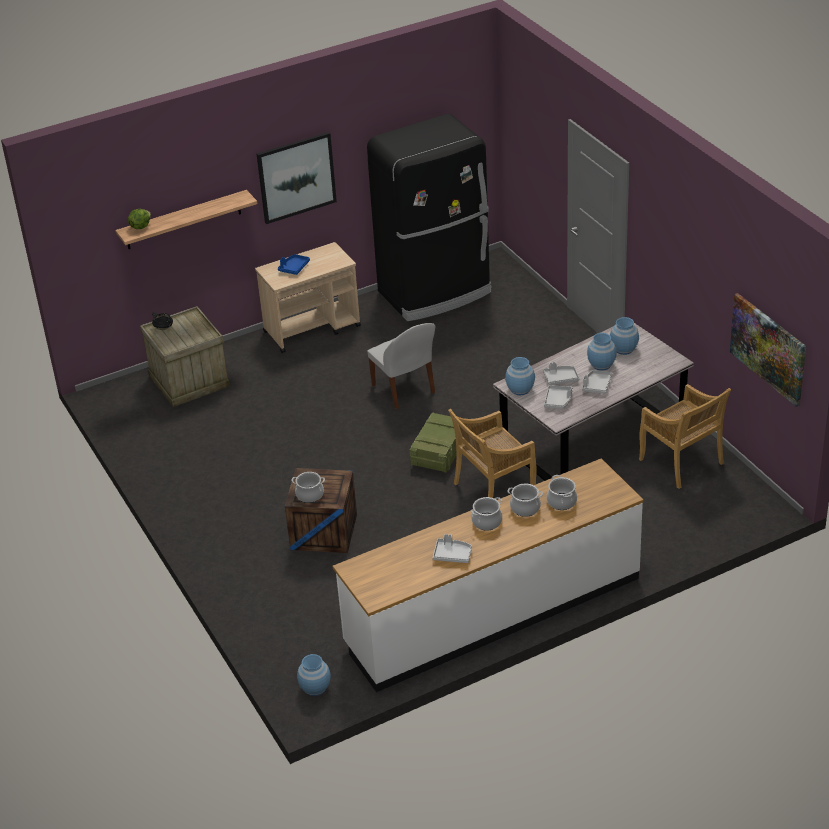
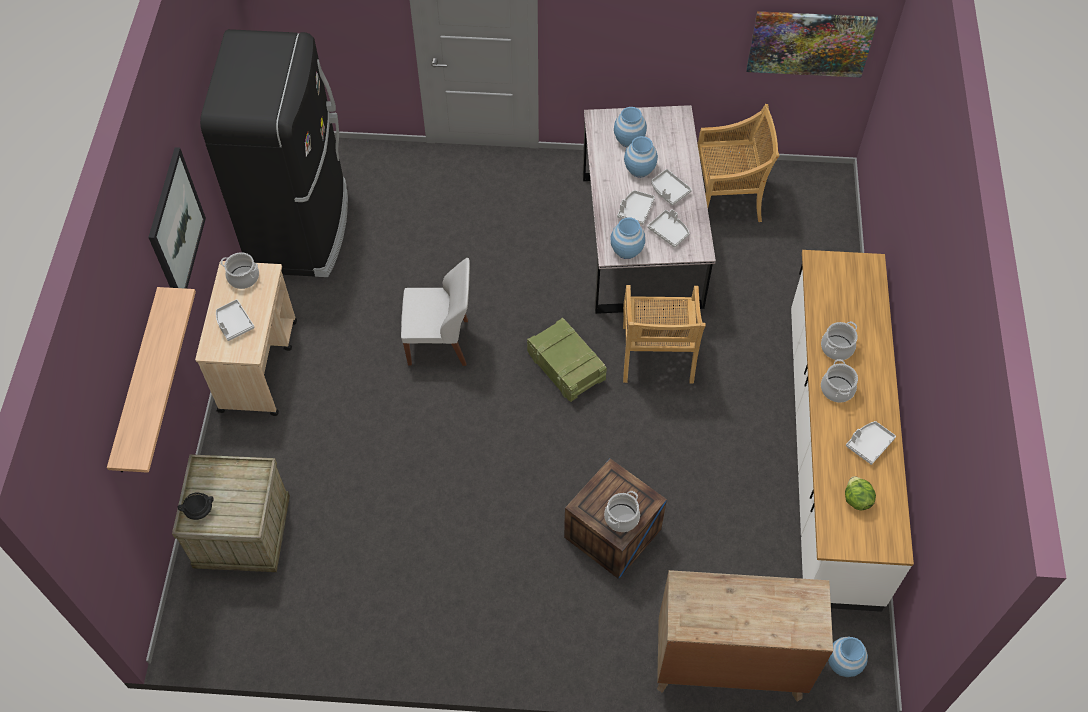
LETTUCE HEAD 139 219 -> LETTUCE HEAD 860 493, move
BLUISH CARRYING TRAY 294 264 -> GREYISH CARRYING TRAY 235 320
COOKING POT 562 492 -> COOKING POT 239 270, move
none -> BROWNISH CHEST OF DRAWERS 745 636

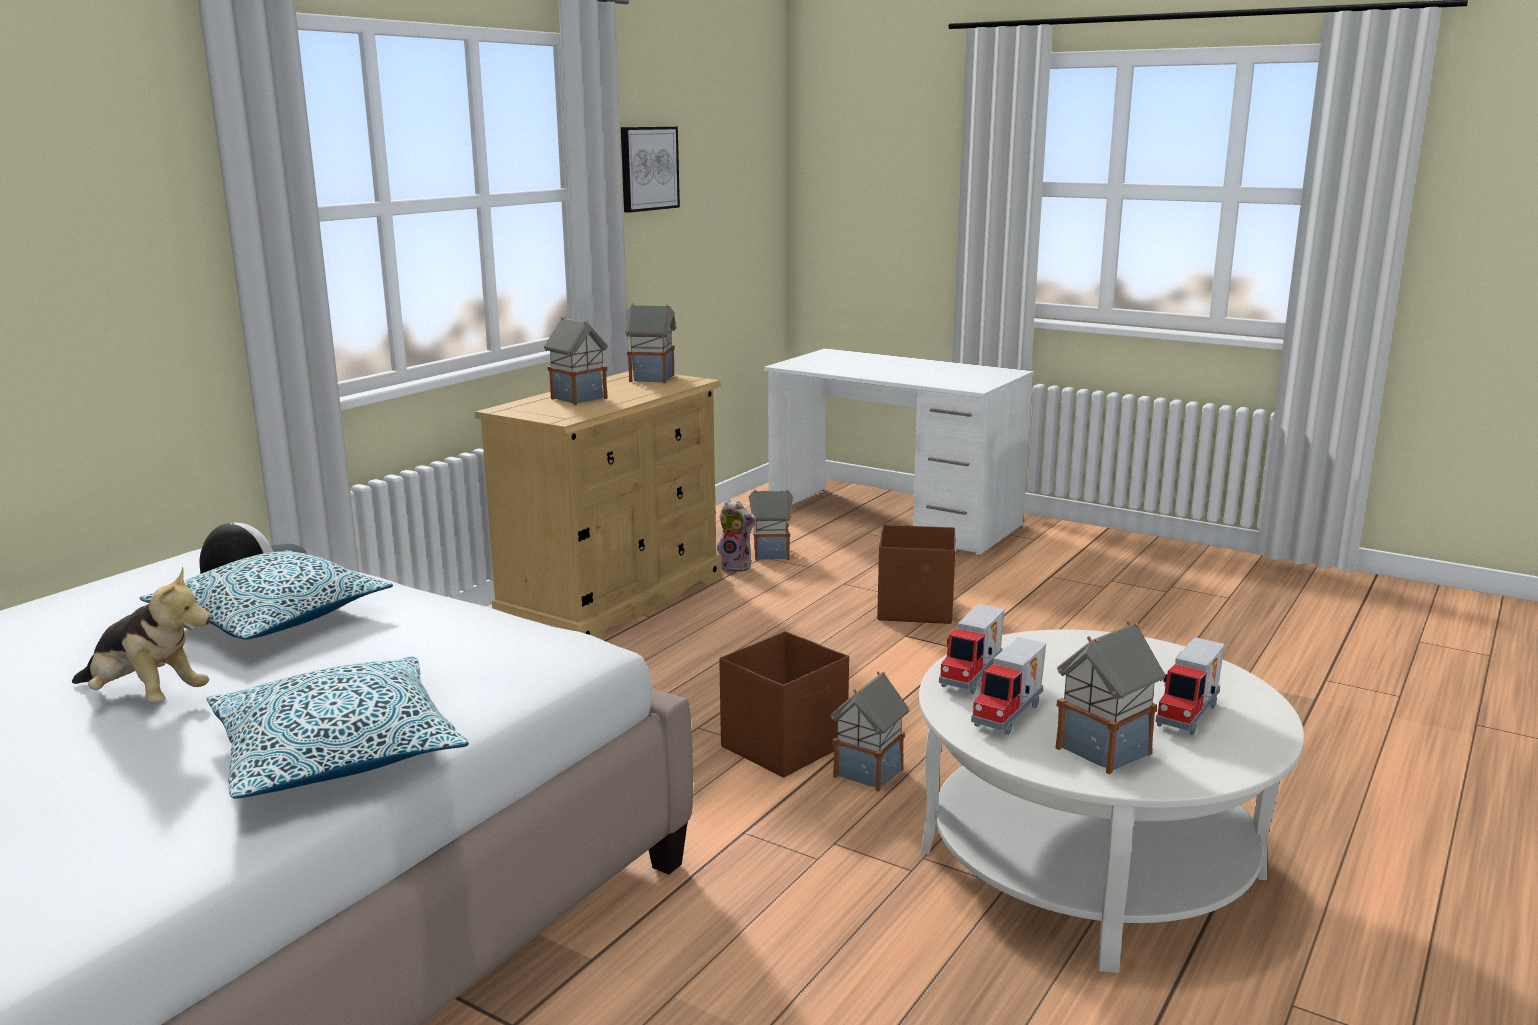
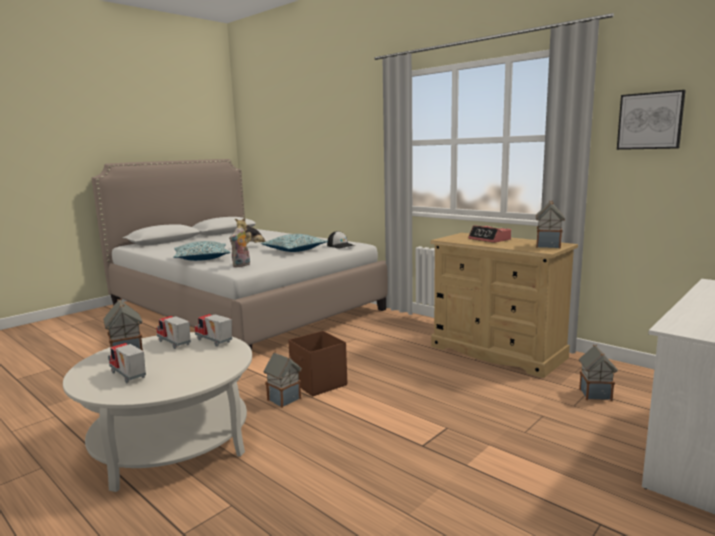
TOY HOUSE 576 361 -> ALARM CLOCK 489 234
SOFT TOY 736 535 -> SOFT TOY 239 247, move
BROWNISH STORAGE CONTAINER 916 574 -> none

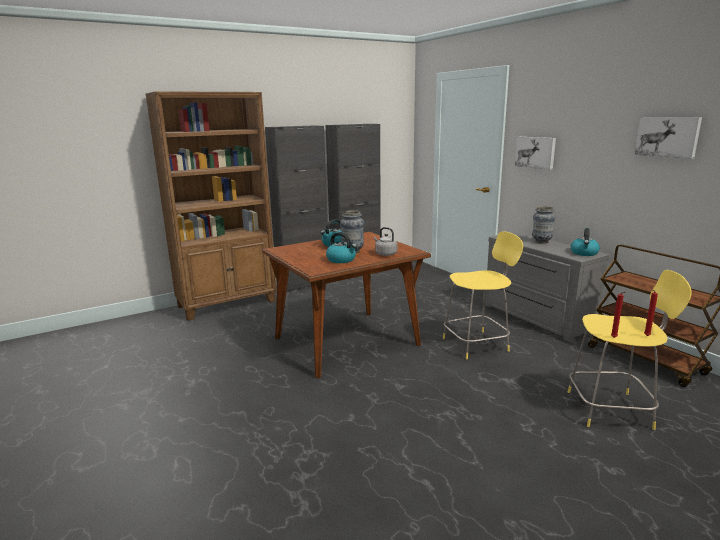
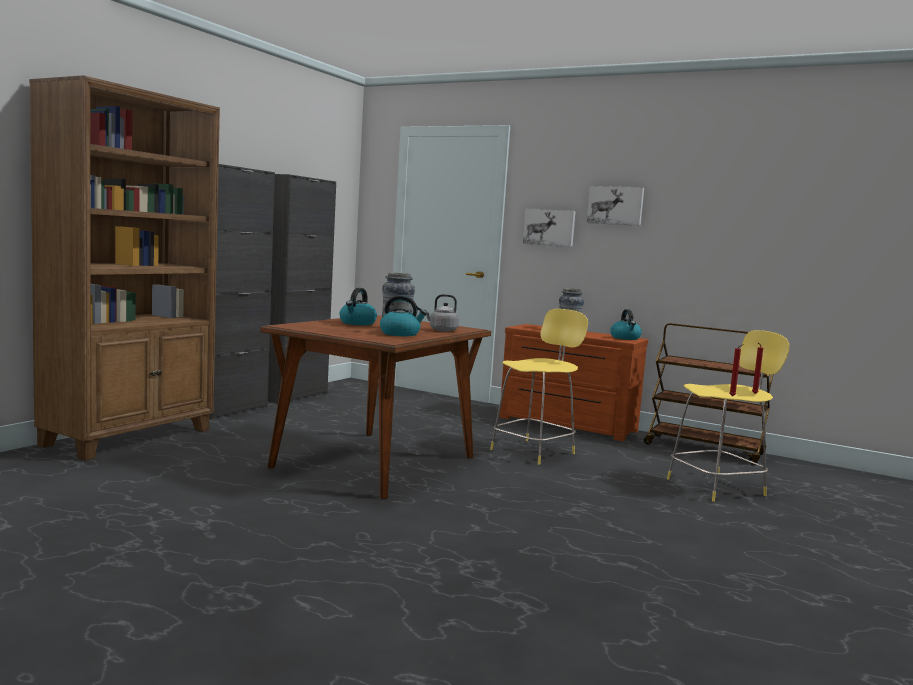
WALL ART 668 138 -> WALL ART 615 206, move
GREYISH CHEST OF DRAWERS 547 287 -> BROWNISH CHEST OF DRAWERS 573 382

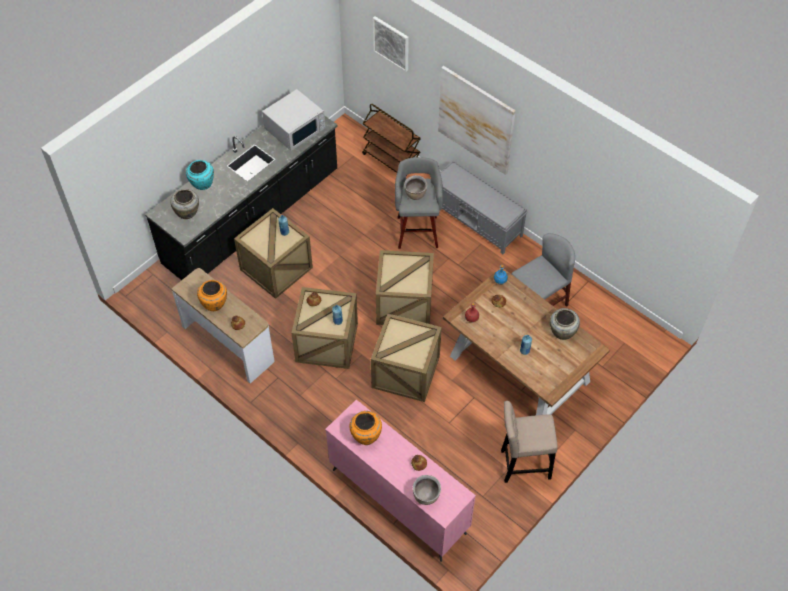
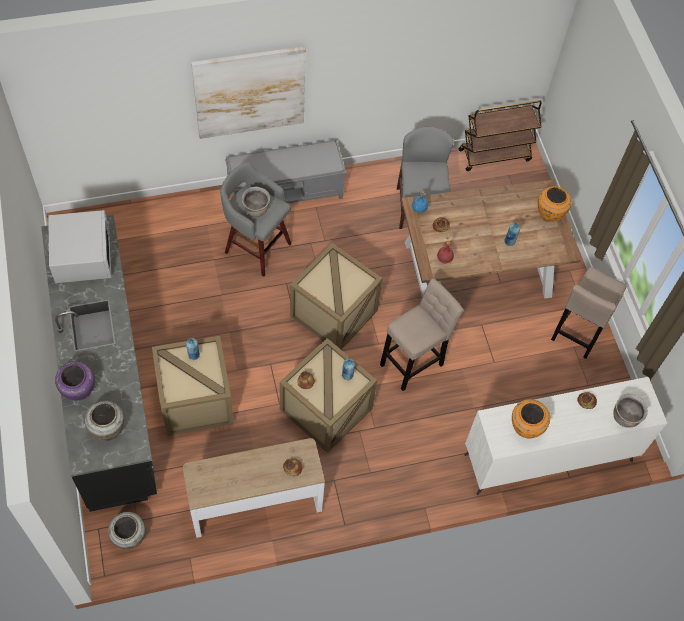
WALL ART 391 44 -> none
BROWNISH CART 391 138 -> BROWNISH CART 500 135, move
BLUE-GREEN VASE 200 175 -> PURPLE VASE 75 381
ORANGEY VASE 212 295 -> ORANGEY VASE 555 204, move
BEIGE VASE 565 324 -> BEIGE VASE 127 530, move
SHIPPING CRATE 406 358 -> BEIGE STOOL SEAT 422 334
PINK-COLOURED CHEST OF DRAWERS 400 481 -> WHITE-COLOURED CHEST OF DRAWERS 566 436

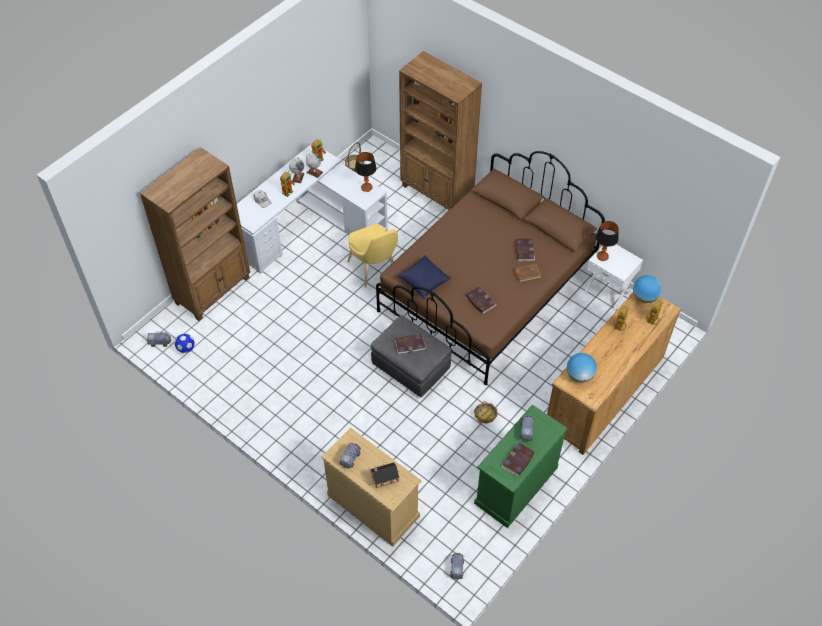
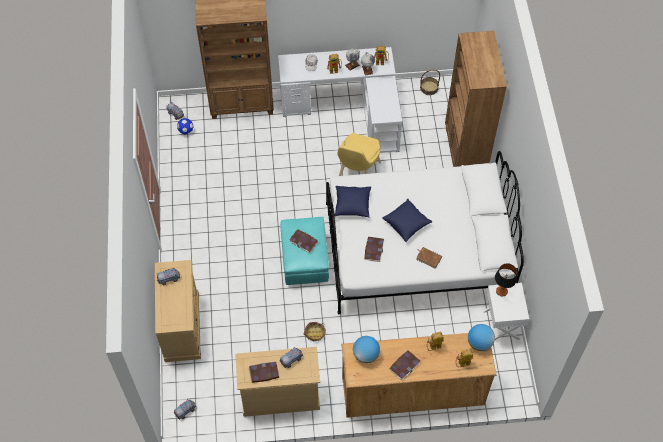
BROWNISH SLEEPING BED 490 268 -> WHITE-COLOURED SLEEPING BED 425 232
TABLE LAMP 366 172 -> none
BOUND BOOK 525 249 -> BOUND BOOK 405 365, move
GREYISH FOOTREST 411 356 -> BLUE-GREEN FOOTREST 304 251
GREEN CHEST OF DRAWERS 521 466 -> BEIGE CHEST OF DRAWERS 277 382
TOY HOUSE 384 475 -> none
none -> BLUISH PILLOW 407 220

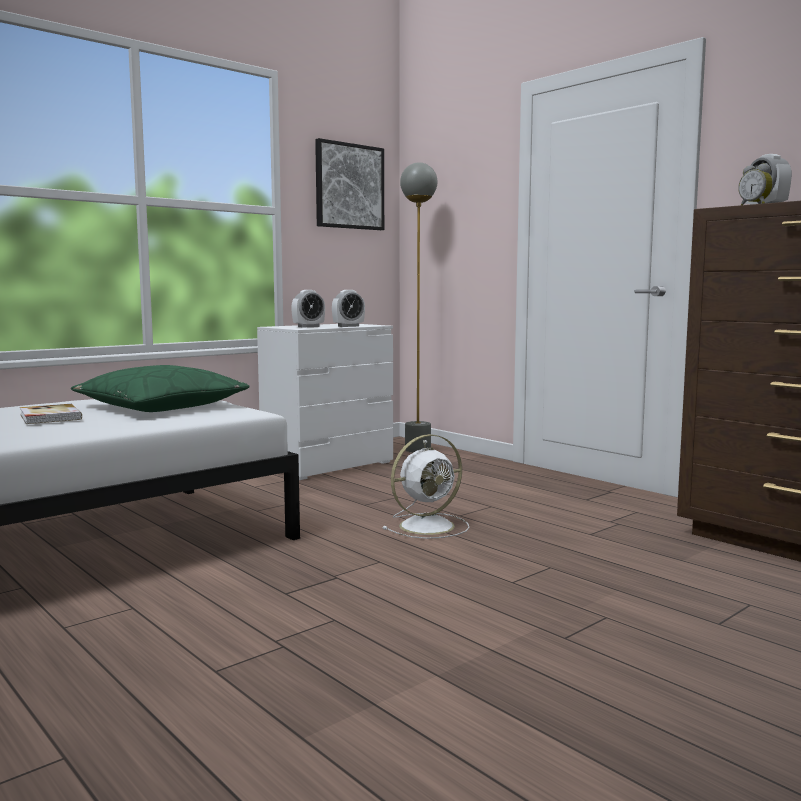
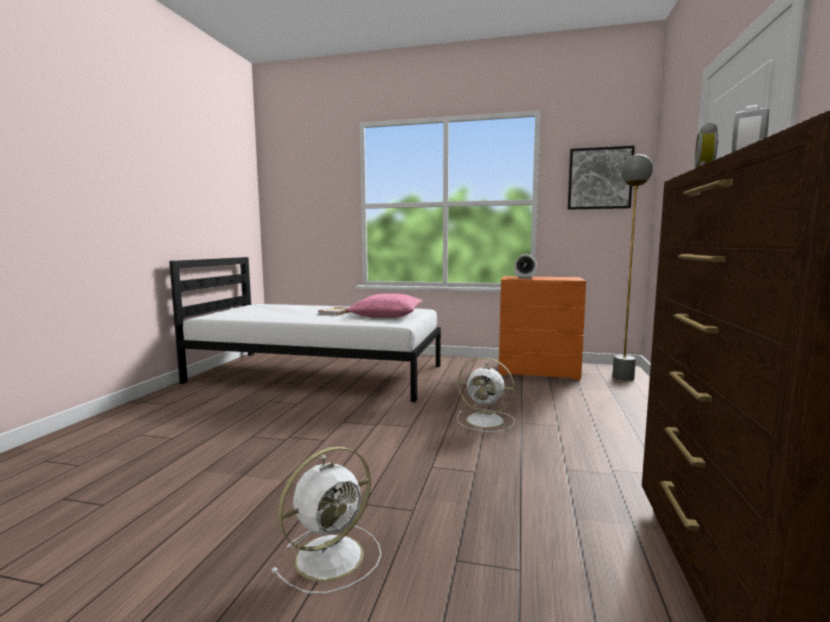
ALARM CLOCK 348 308 -> none
WHITE-COLOURED CHEST OF DRAWERS 325 402 -> ORANGEY CHEST OF DRAWERS 542 328
GREEN PILLOW 160 388 -> PINK-COLOURED PILLOW 384 305
none -> WHITE-COLOURED ELECTRIC FAN 326 520

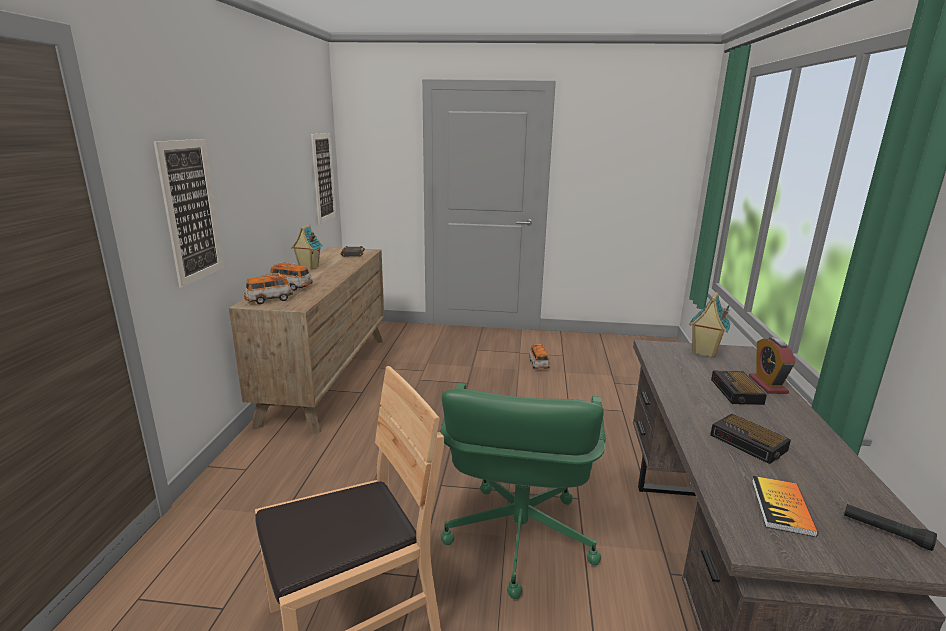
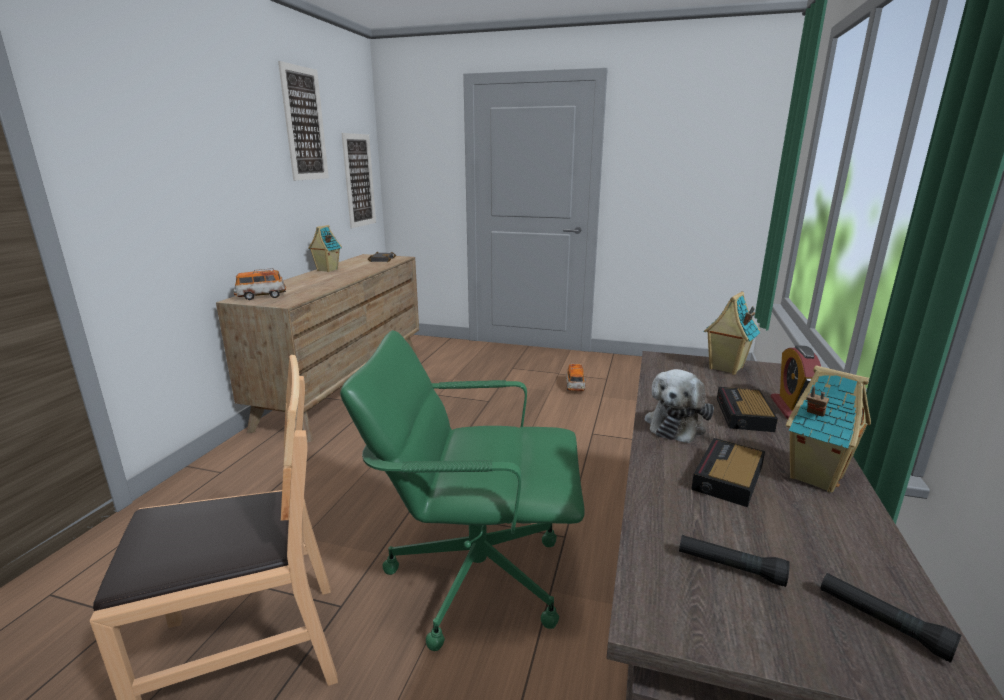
WALL ART 189 213 -> WALL ART 303 121, move
MODEL CAR 291 276 -> none
GREEN OFFICE CHAIR 523 491 -> GREEN OFFICE CHAIR 462 490, 75 degrees clockwise
ALARM CLOCK 750 439 -> ALARM CLOCK 728 472, 60 degrees clockwise
BOUND BOOK 785 506 -> BLACKISH FLASHLIGHT 734 561
none -> TOY HOUSE 828 429
none -> SOFT TOY 679 406

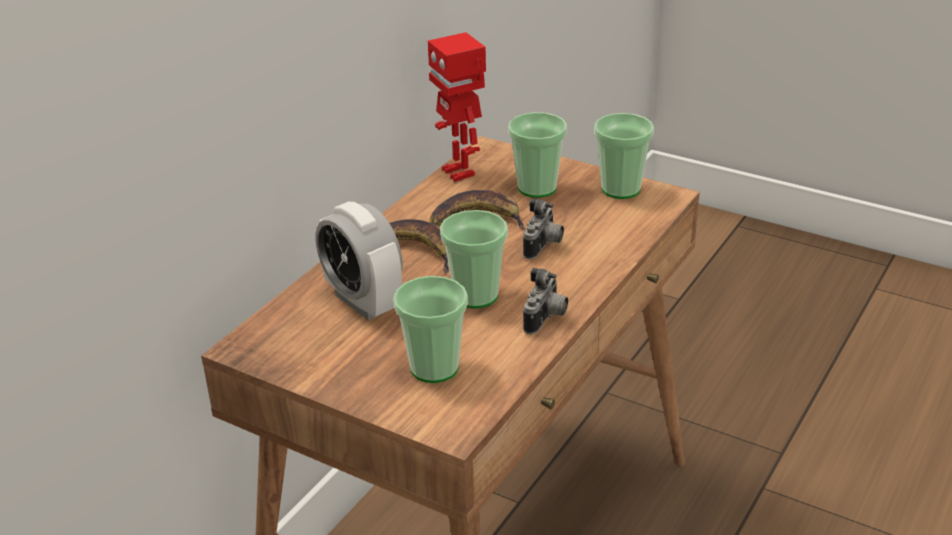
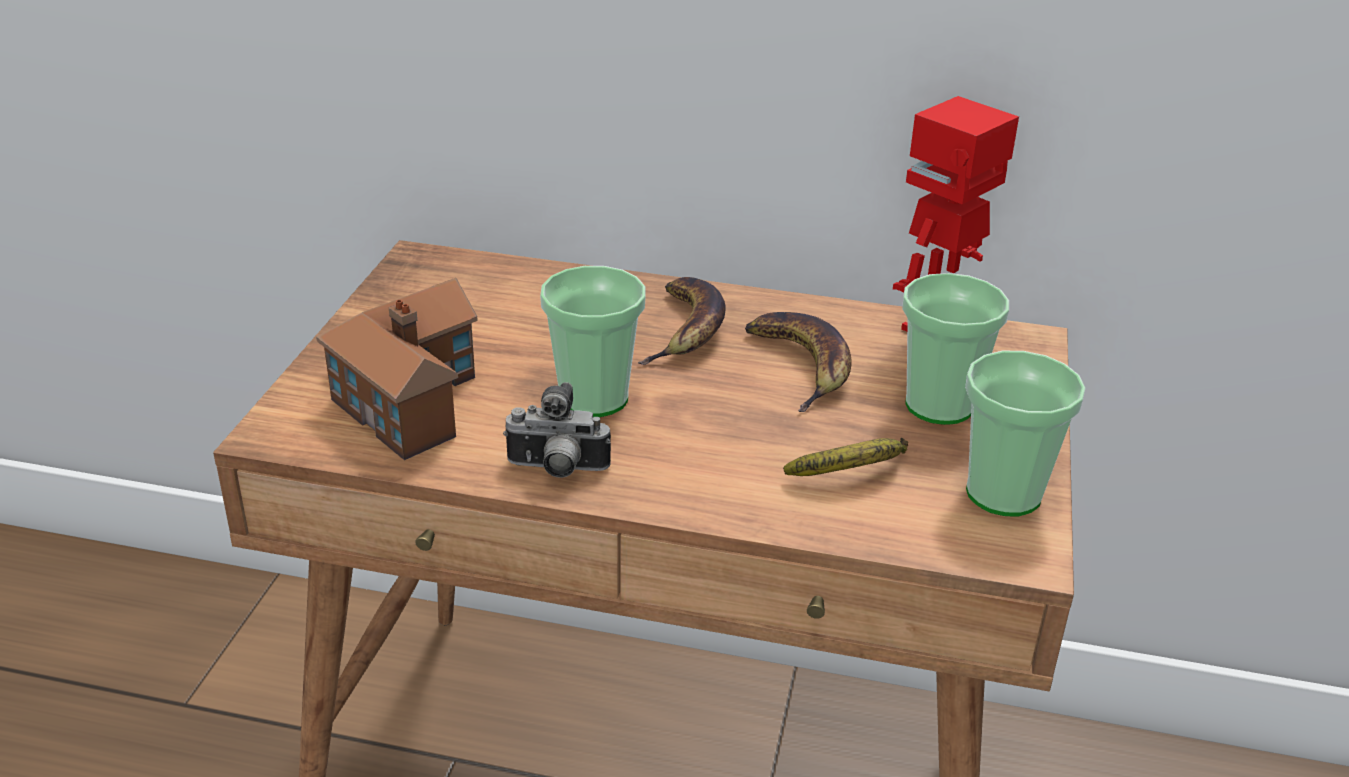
PHOTO CAMERA 543 229 -> none
ALARM CLOCK 359 261 -> none
CUP 430 329 -> TOY HOUSE 397 369
none -> BANANA FRUIT 845 456

